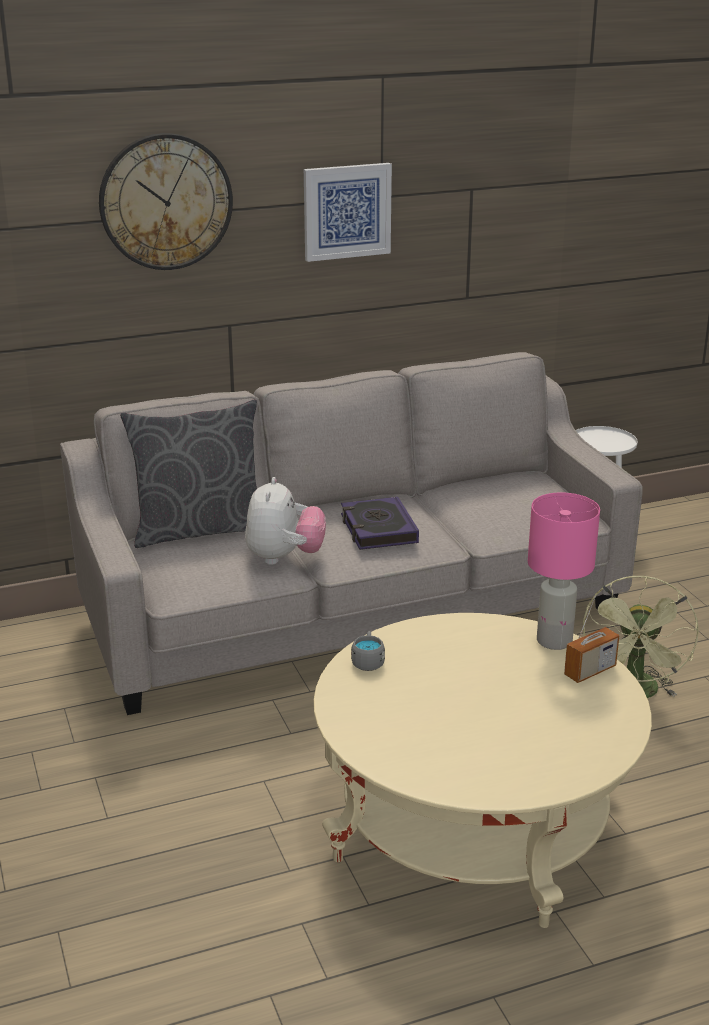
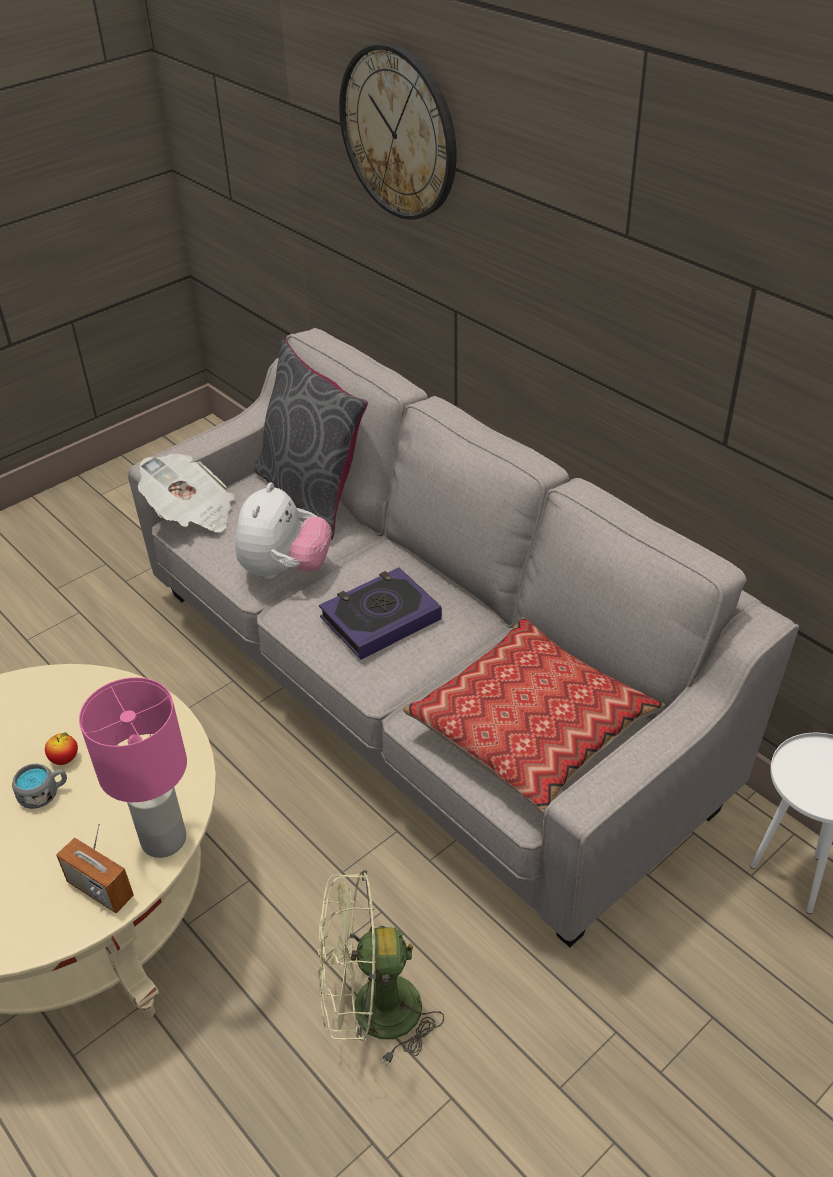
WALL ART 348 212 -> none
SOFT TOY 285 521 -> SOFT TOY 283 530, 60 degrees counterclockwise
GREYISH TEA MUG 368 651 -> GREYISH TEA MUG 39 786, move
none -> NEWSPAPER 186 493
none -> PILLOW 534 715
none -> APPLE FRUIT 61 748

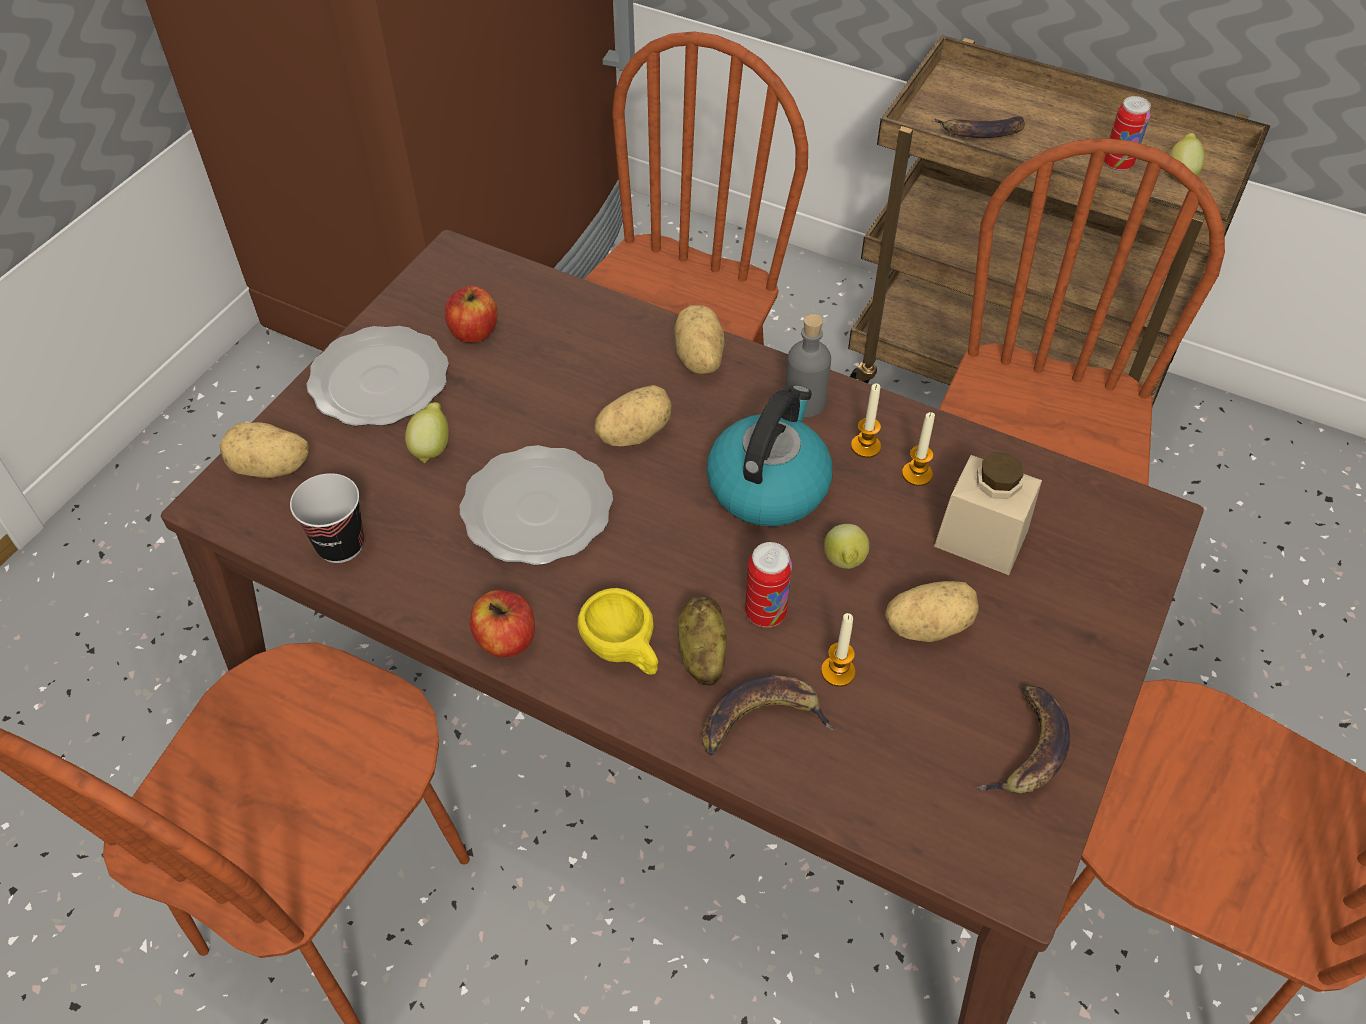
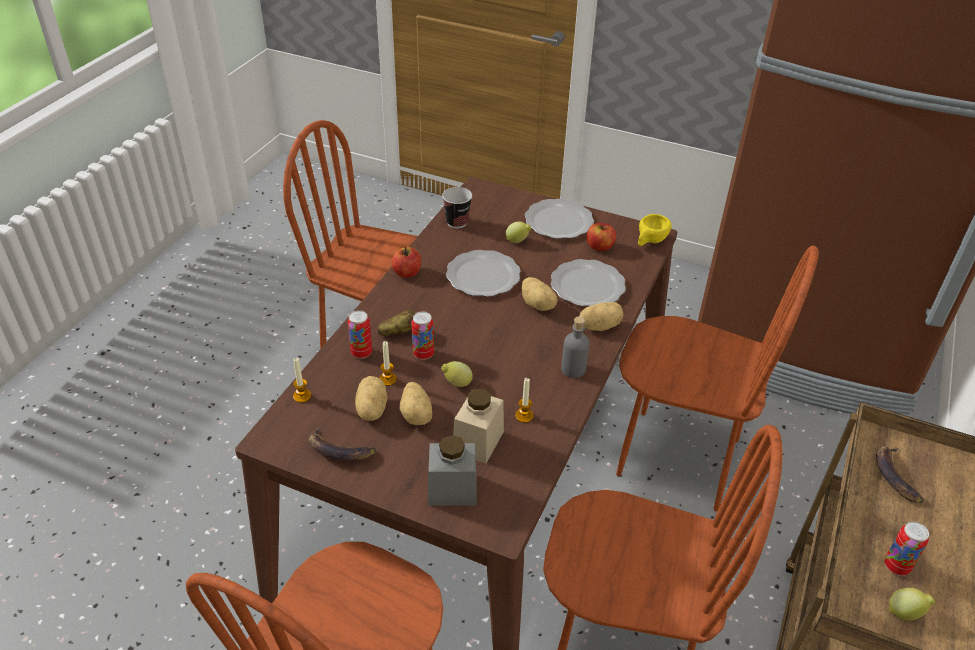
WAX LIGHT 866 421 -> WAX LIGHT 302 380, move
TEA KETTLE 769 455 -> none
SPUD 264 450 -> SPUD 371 398, move
YELLOWISH CUP 617 631 -> YELLOWISH CUP 655 230, move
BANANA FRUIT 768 715 -> SEALED CAN 360 334
none -> DINNER PLATE 588 282
none -> GREYISH STORAGE JAR 452 470

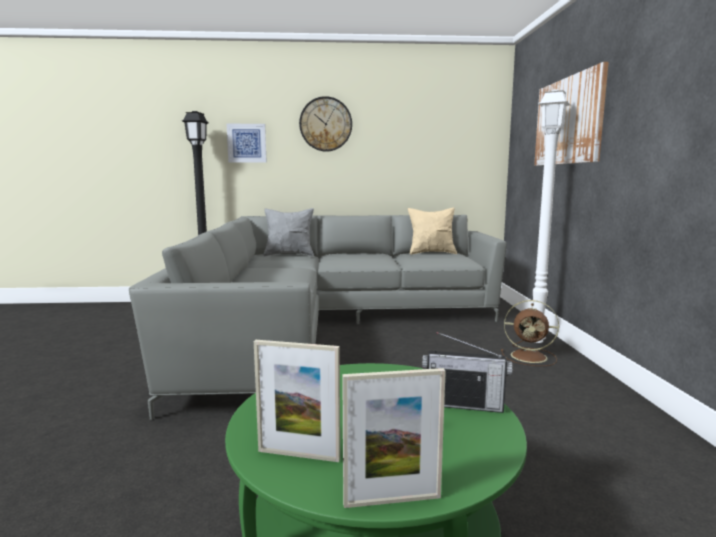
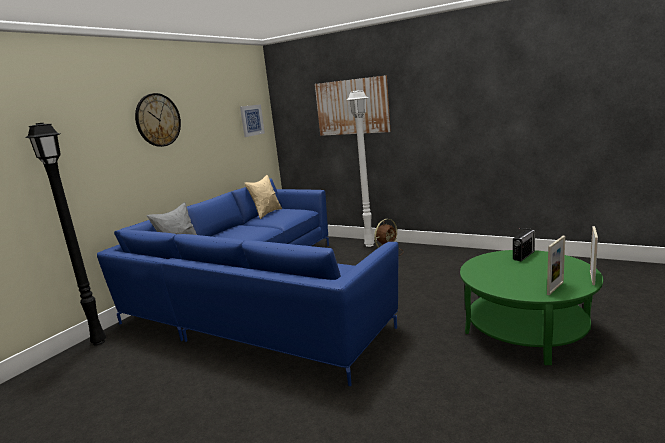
WALL ART 247 143 -> WALL ART 252 120, move
GREYISH SOFA 318 317 -> BLUISH SOFA 248 282

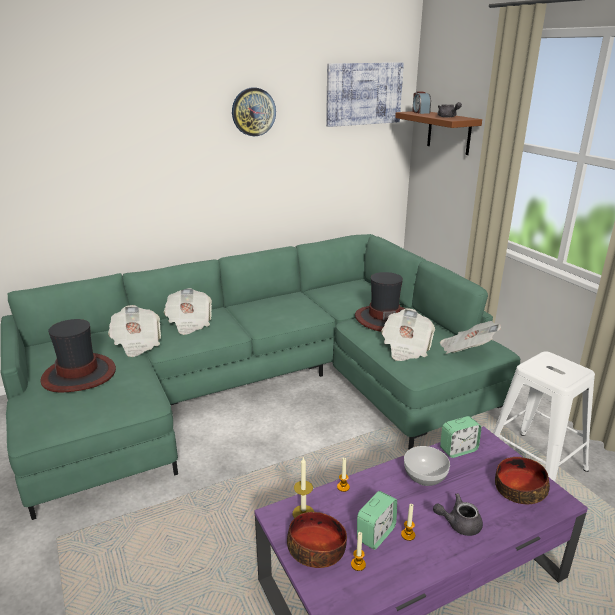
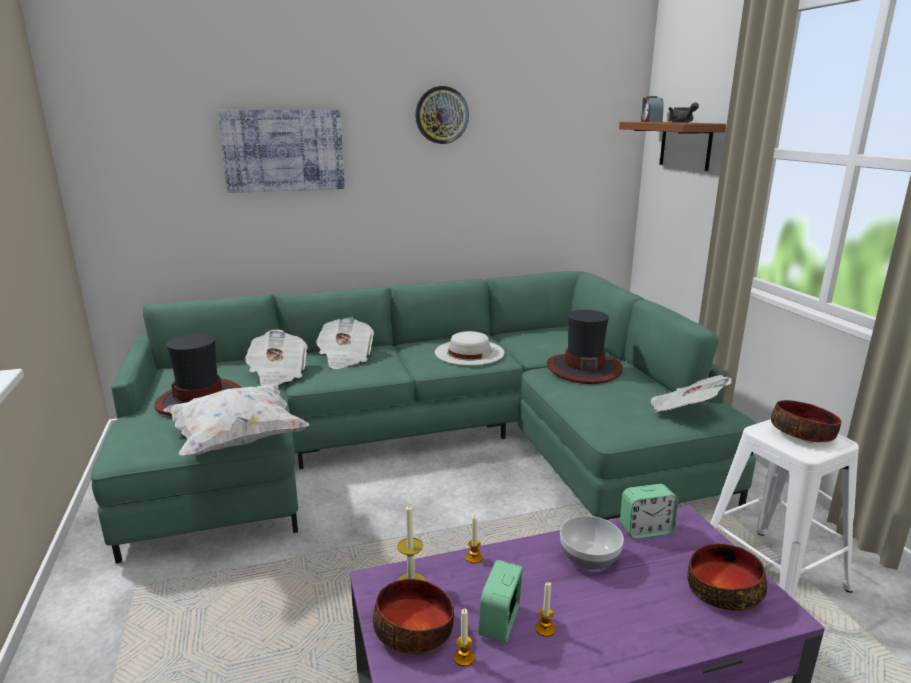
WALL ART 365 95 -> WALL ART 281 151, move
NEWSPAPER 408 334 -> none
ALARM CLOCK 377 520 -> ALARM CLOCK 500 601, 150 degrees clockwise
GREYISH TEAPOT 458 514 -> none
none -> WHITE-COLOURED CLOTHING HAT 470 348
none -> WHITE-COLOURED PILLOW 236 420
none -> DEEP DISH 806 421

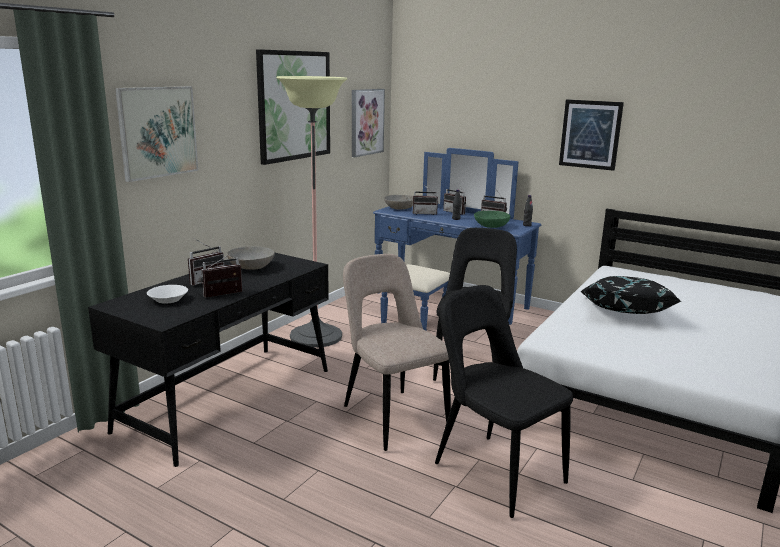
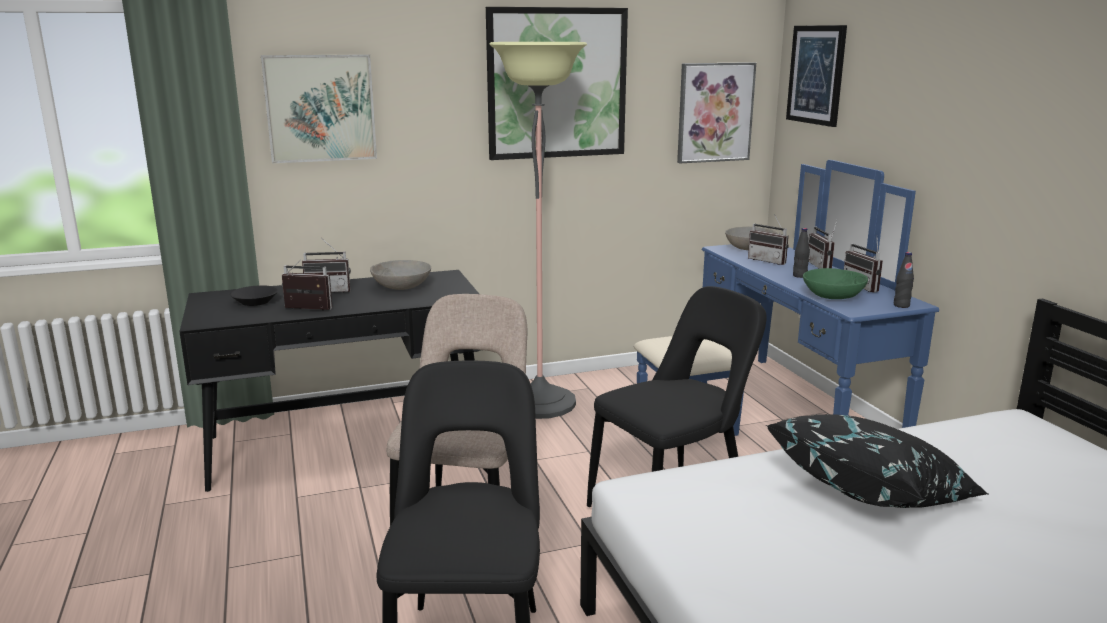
WALL ART 591 135 -> WALL ART 816 76, move
WHITE-COLOURED DEEP DISH 167 294 -> BLACKISH DEEP DISH 254 295

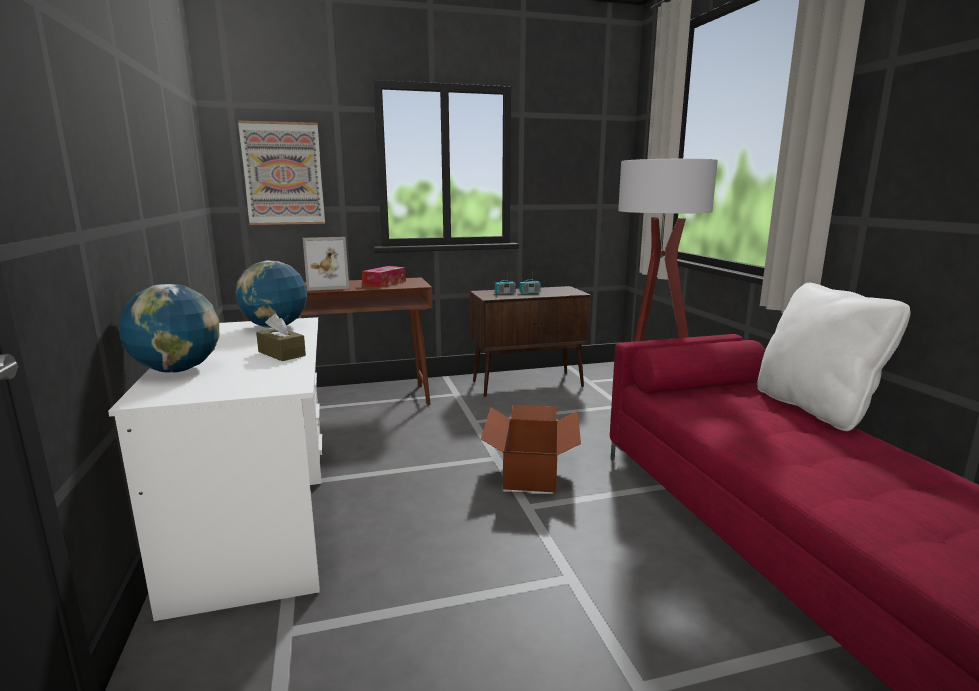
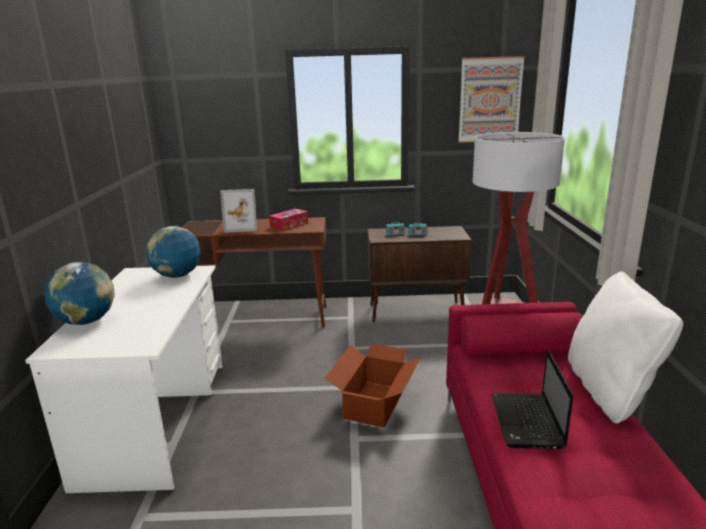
WALL ART 281 173 -> WALL ART 491 99, move
BROWNISH BOX OF TISSUES 281 337 -> none
none -> PORTABLE COMPUTER 532 399

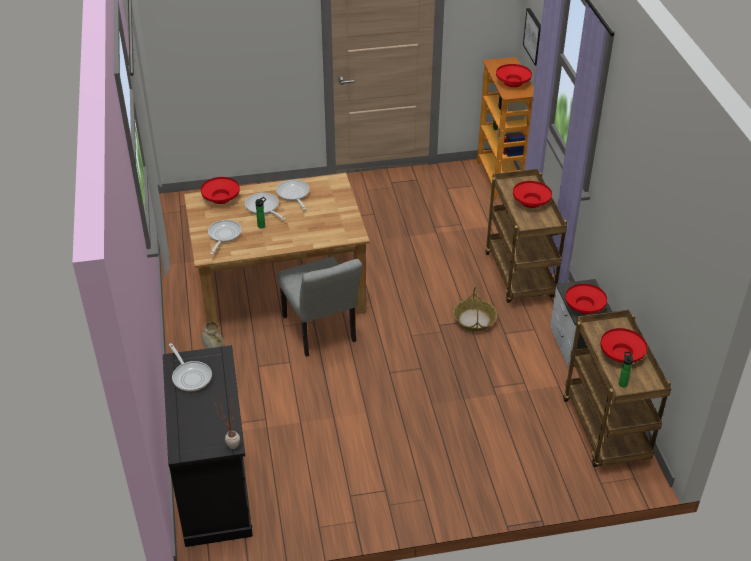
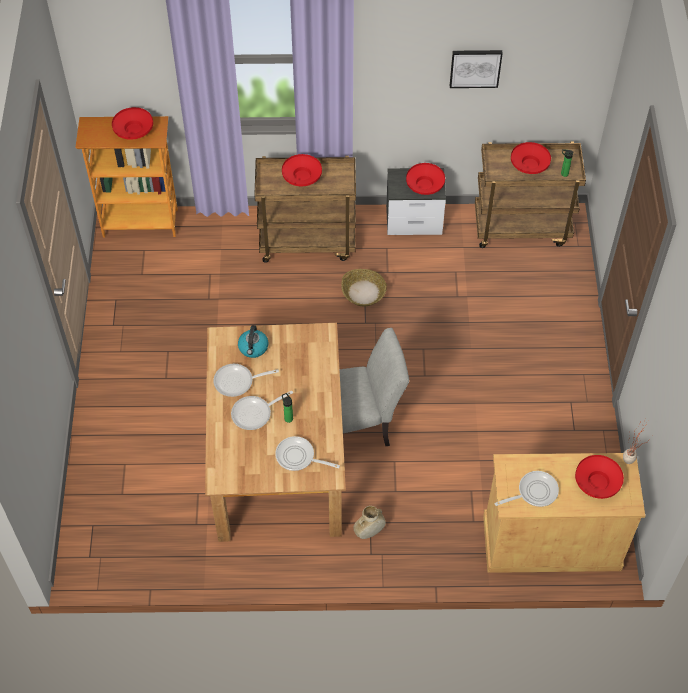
WALL ART 532 37 -> WALL ART 476 69, move
RED-COLOURED DEEP DISH 220 190 -> RED-COLOURED DEEP DISH 599 477, move
BLACKISH STORAGE CABINET 208 446 -> BEIGE STORAGE CABINET 564 513
none -> TEA KETTLE 253 341

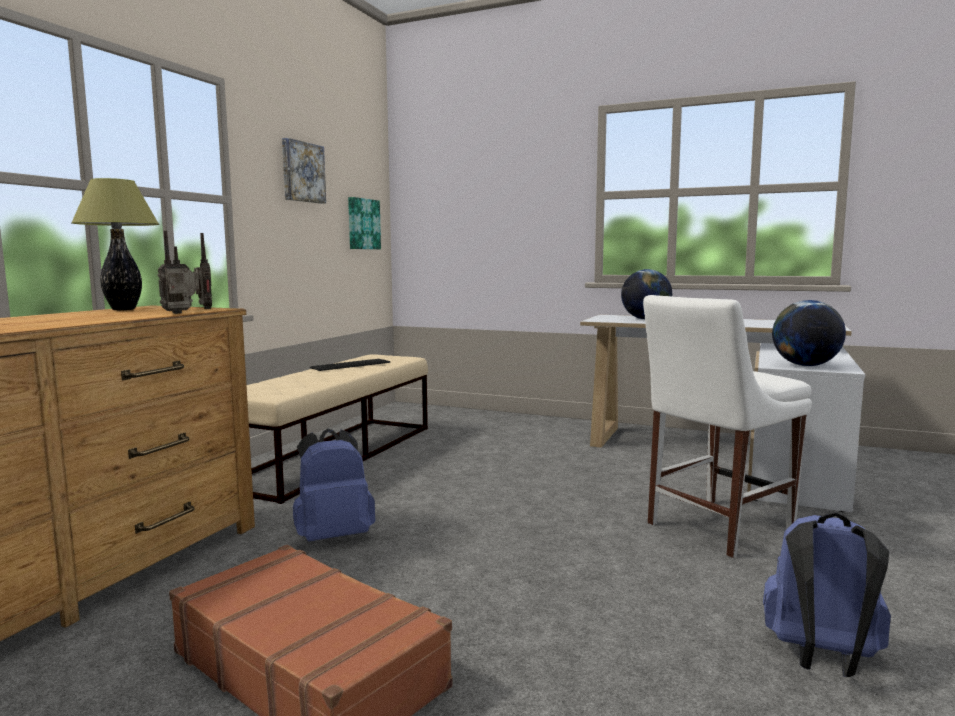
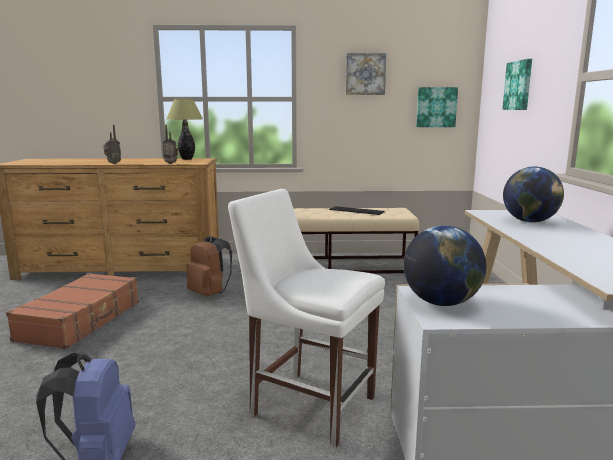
RADIO SET 202 271 -> RADIO SET 112 144, move
BLUISH BACKPACK 334 485 -> BROWNISH BACKPACK 209 266
none -> WALL ART 517 84

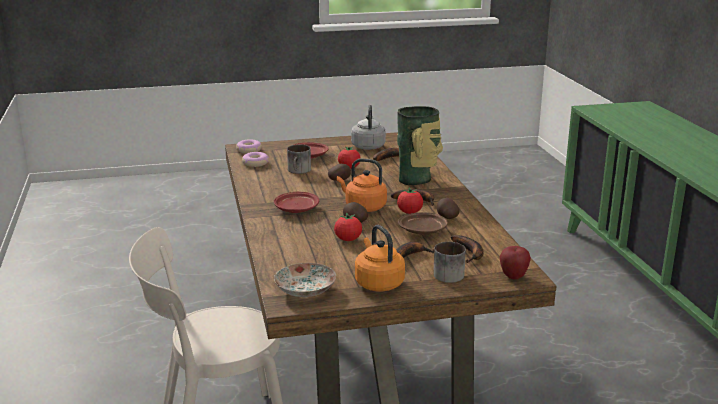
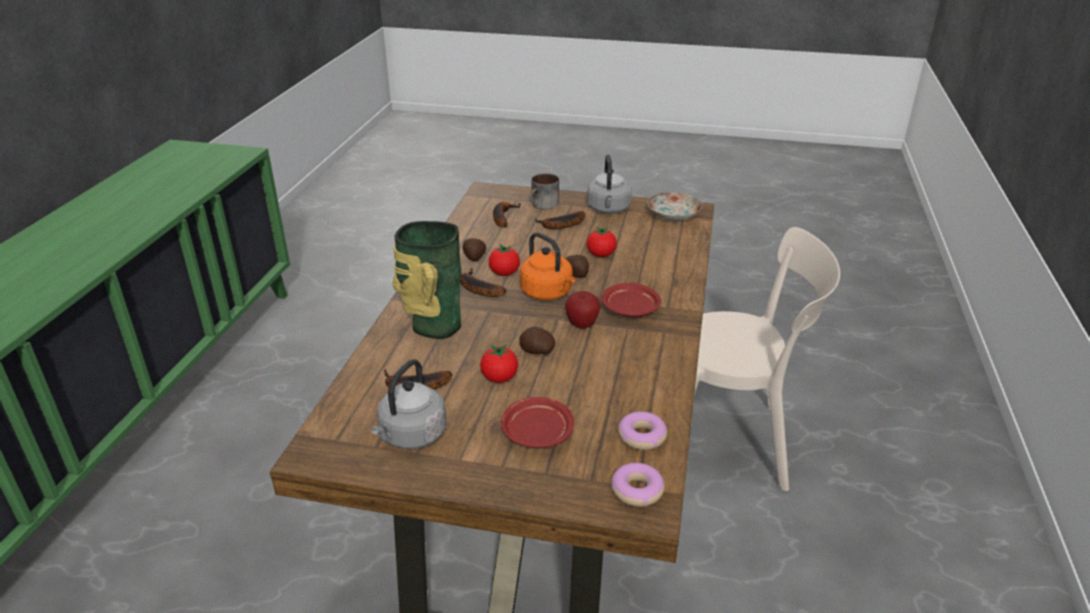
TEA MUG 299 159 -> none
BROWNISH DINNER PLATE 423 223 -> none
ORANGEY TEA KETTLE 380 258 -> GREYISH TEA KETTLE 609 184
APPLE FRUIT 515 262 -> APPLE FRUIT 582 310, move

